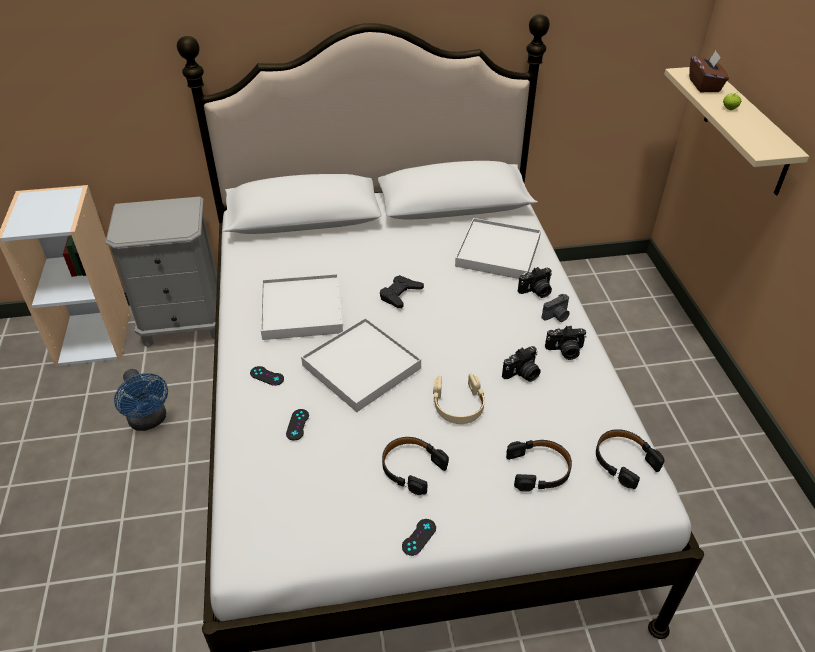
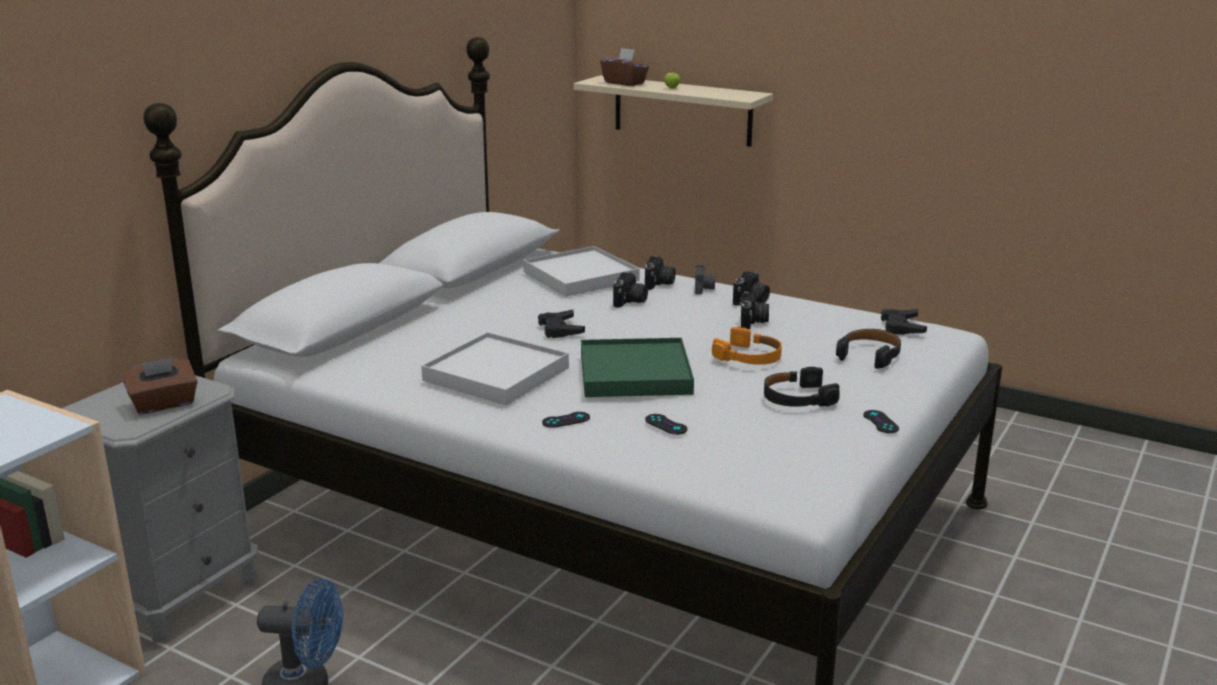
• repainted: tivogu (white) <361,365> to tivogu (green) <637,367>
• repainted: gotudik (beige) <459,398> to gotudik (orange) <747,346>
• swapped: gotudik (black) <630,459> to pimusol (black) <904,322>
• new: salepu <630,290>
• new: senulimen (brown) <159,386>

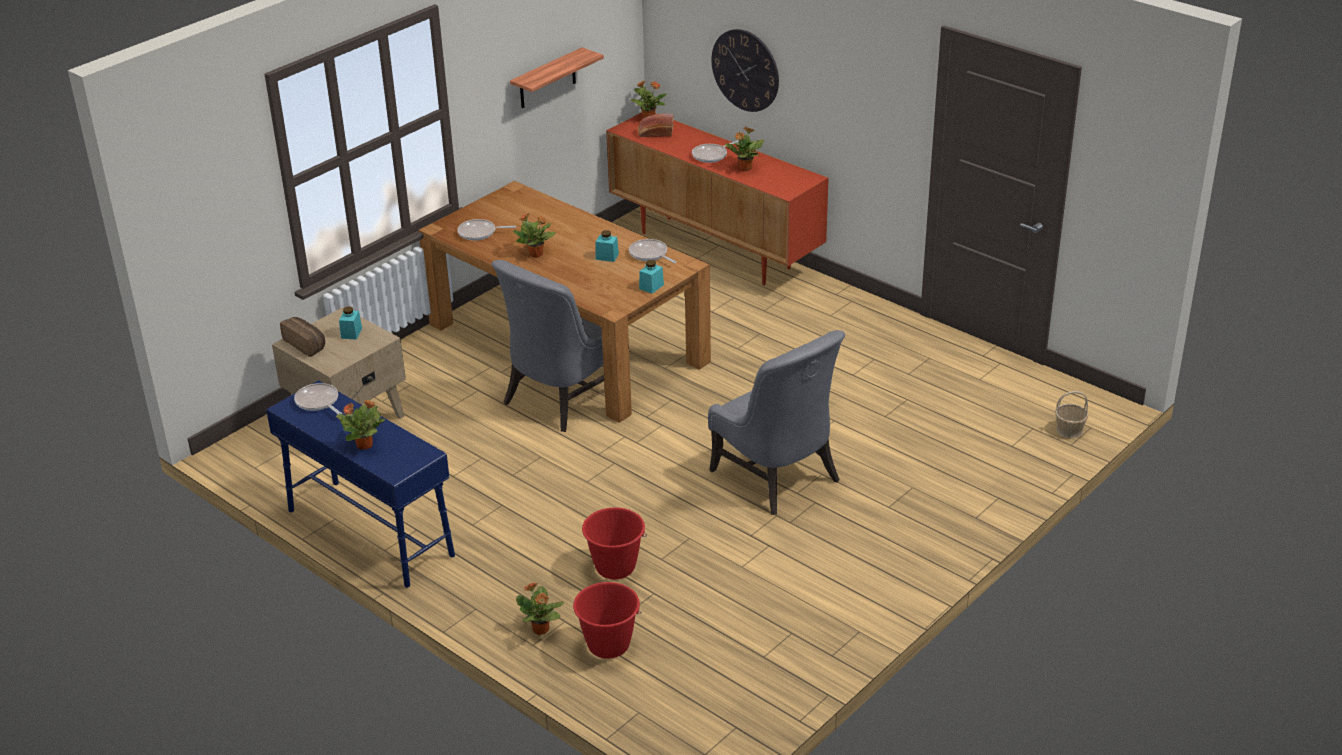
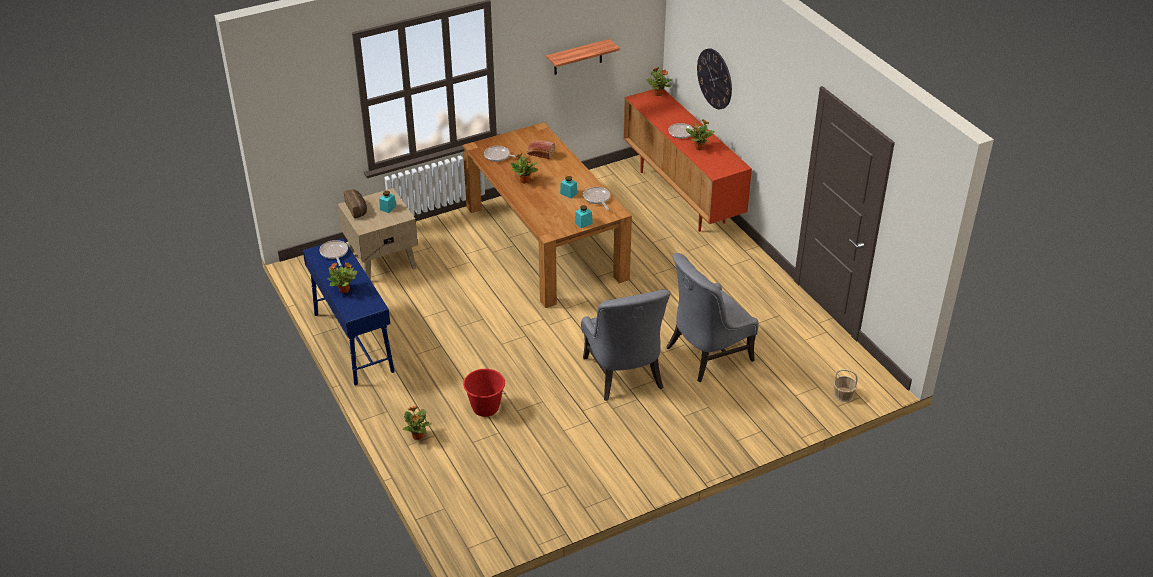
• shifted: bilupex <656,125> to <541,150>
• shifted: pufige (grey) <548,346> to <712,317>
• gone: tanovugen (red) <607,620>

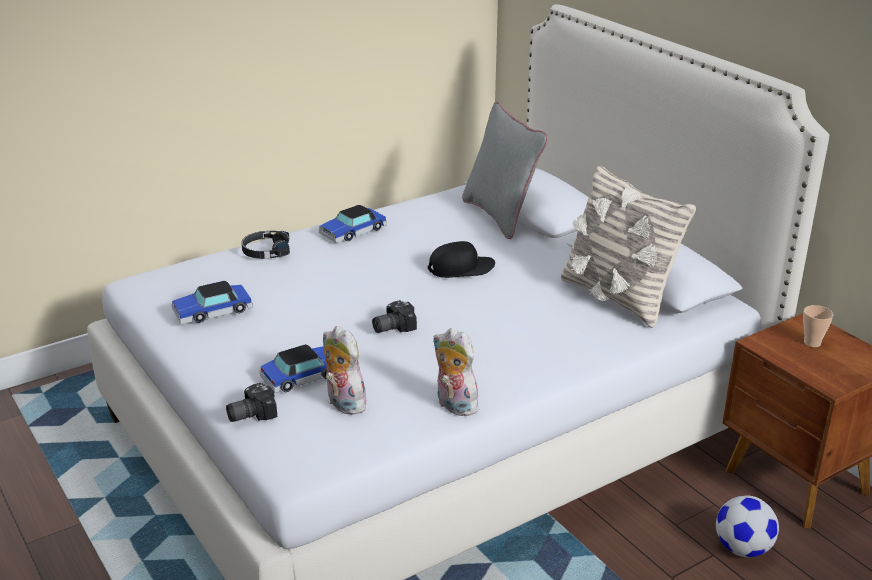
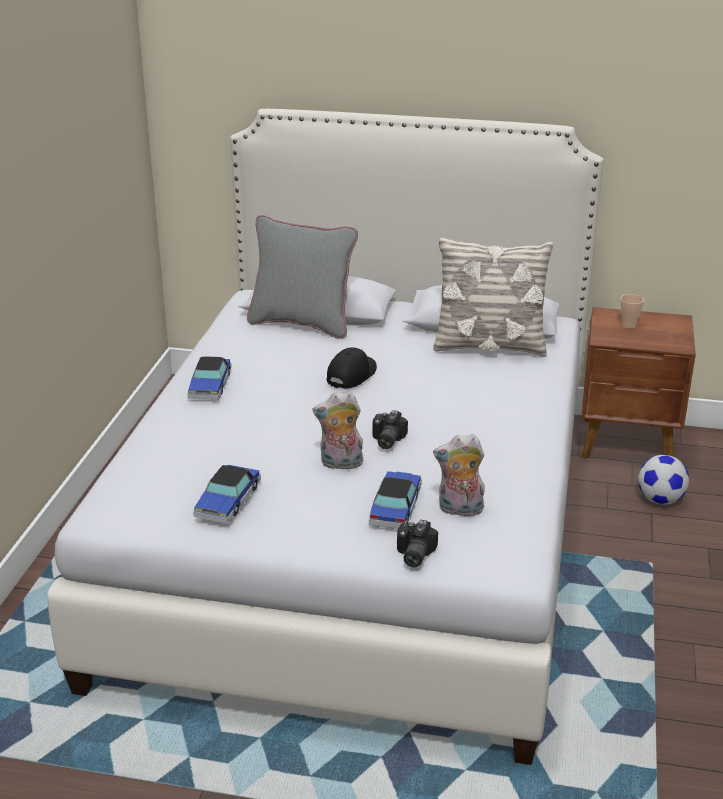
• gone: gotudik (black) <265,245>
• shifted: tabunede <457,372> to <338,430>

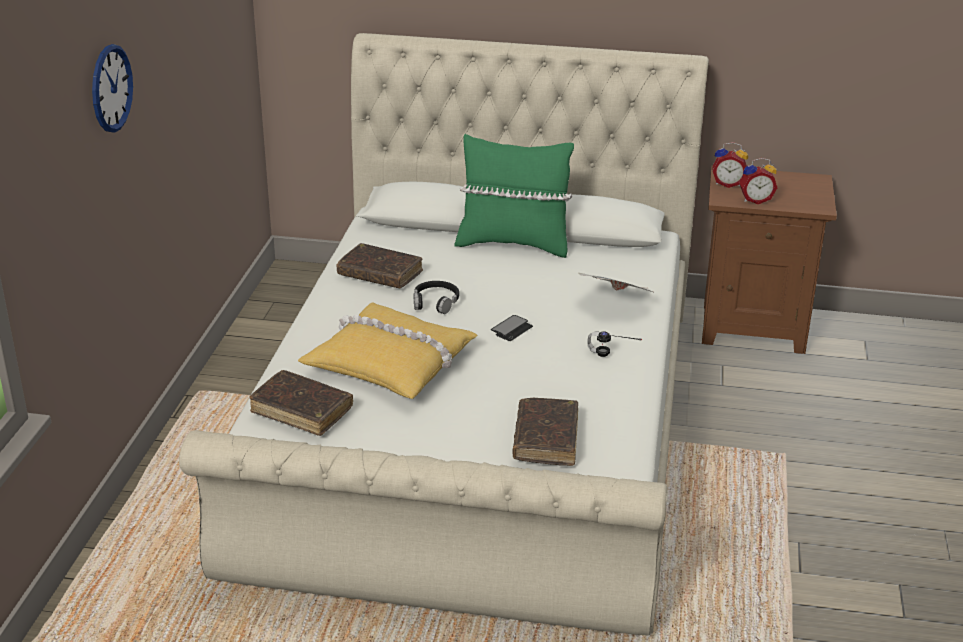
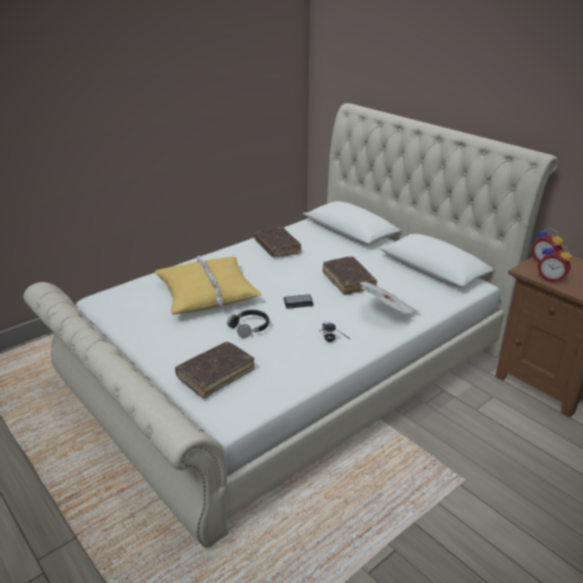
• gone: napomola <112,88>
• gone: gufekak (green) <514,196>
• shifted: gotudik (black) <436,297> to <248,324>
• shifted: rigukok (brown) <301,403> to <350,275>

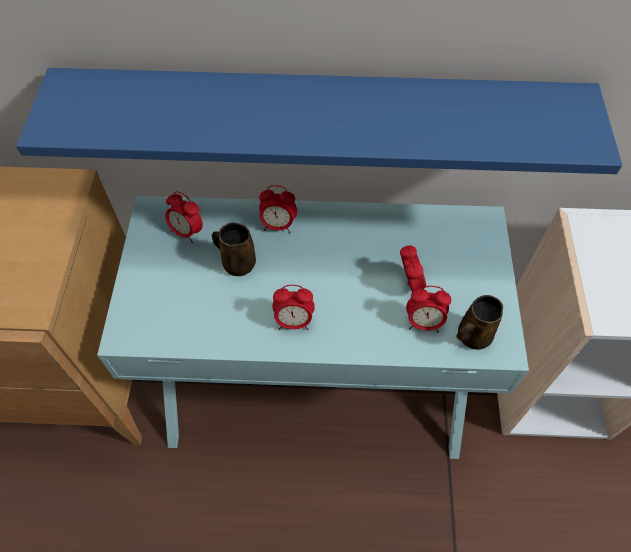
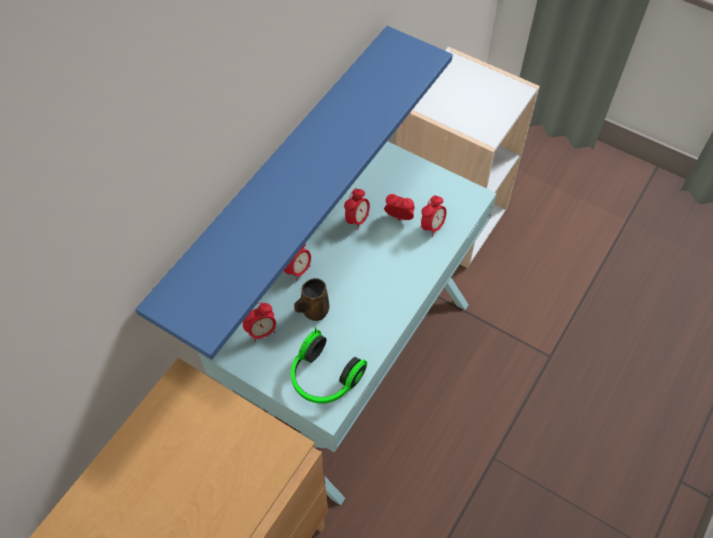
• shifted: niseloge <293,307> to <357,209>
• gone: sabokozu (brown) <479,322>
• new: gotudik <329,365>

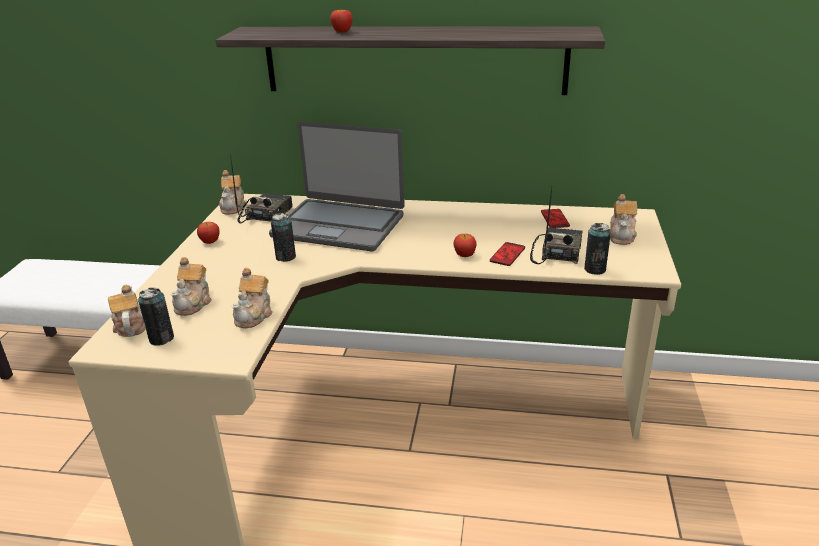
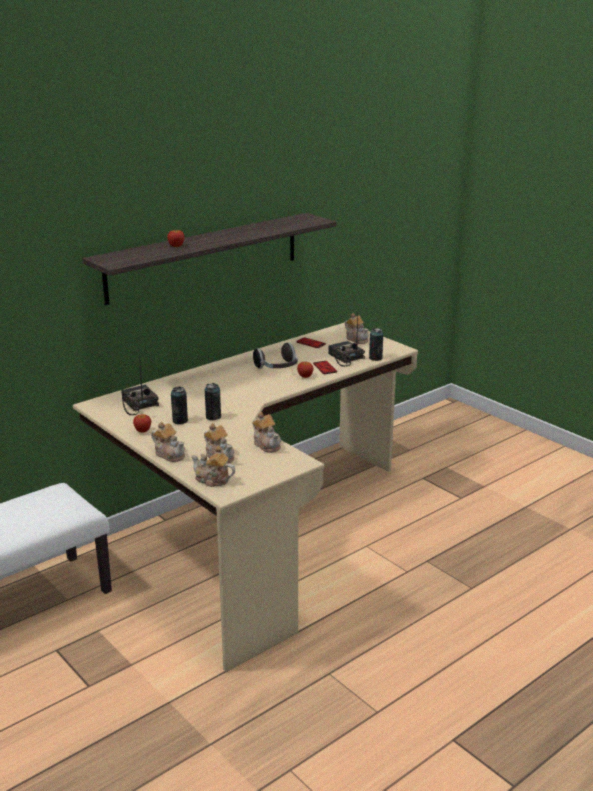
• gone: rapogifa <337,186>
• shifted: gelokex <233,192> to <168,442>
• shifted: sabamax <156,316> to <179,405>
• new: gotudik <275,355>

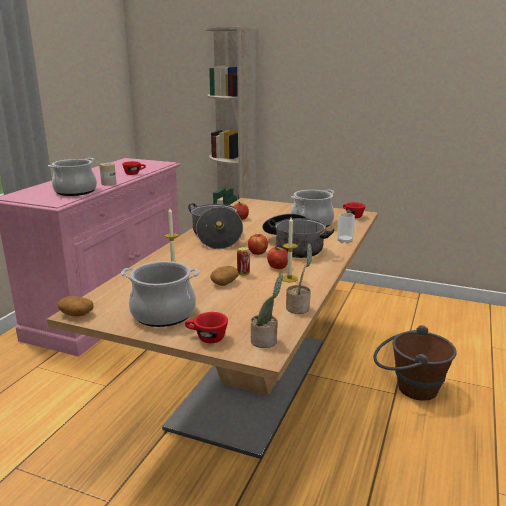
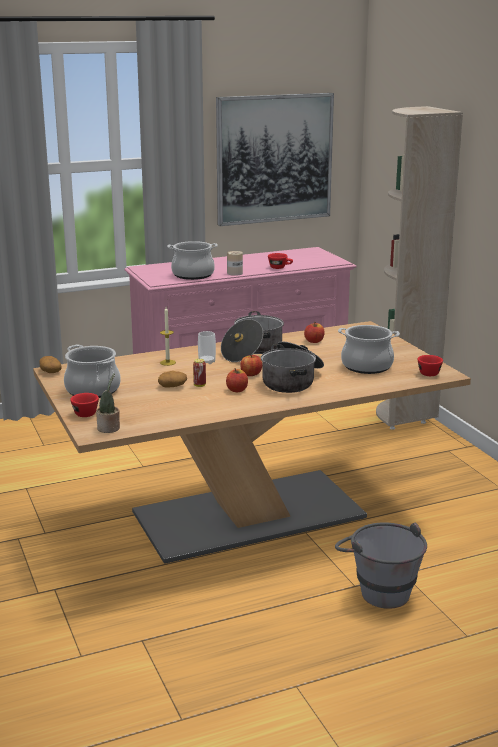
• shifted: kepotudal <346,228> to <207,347>
• gone: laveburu <290,249>
• gone: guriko <299,278>
• repainted: tanovugen (brown) <415,363> to tanovugen (grey) <381,565>
• new: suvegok <275,159>

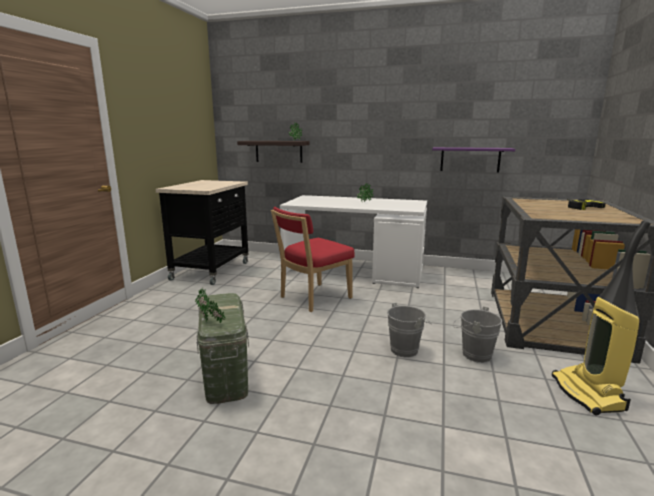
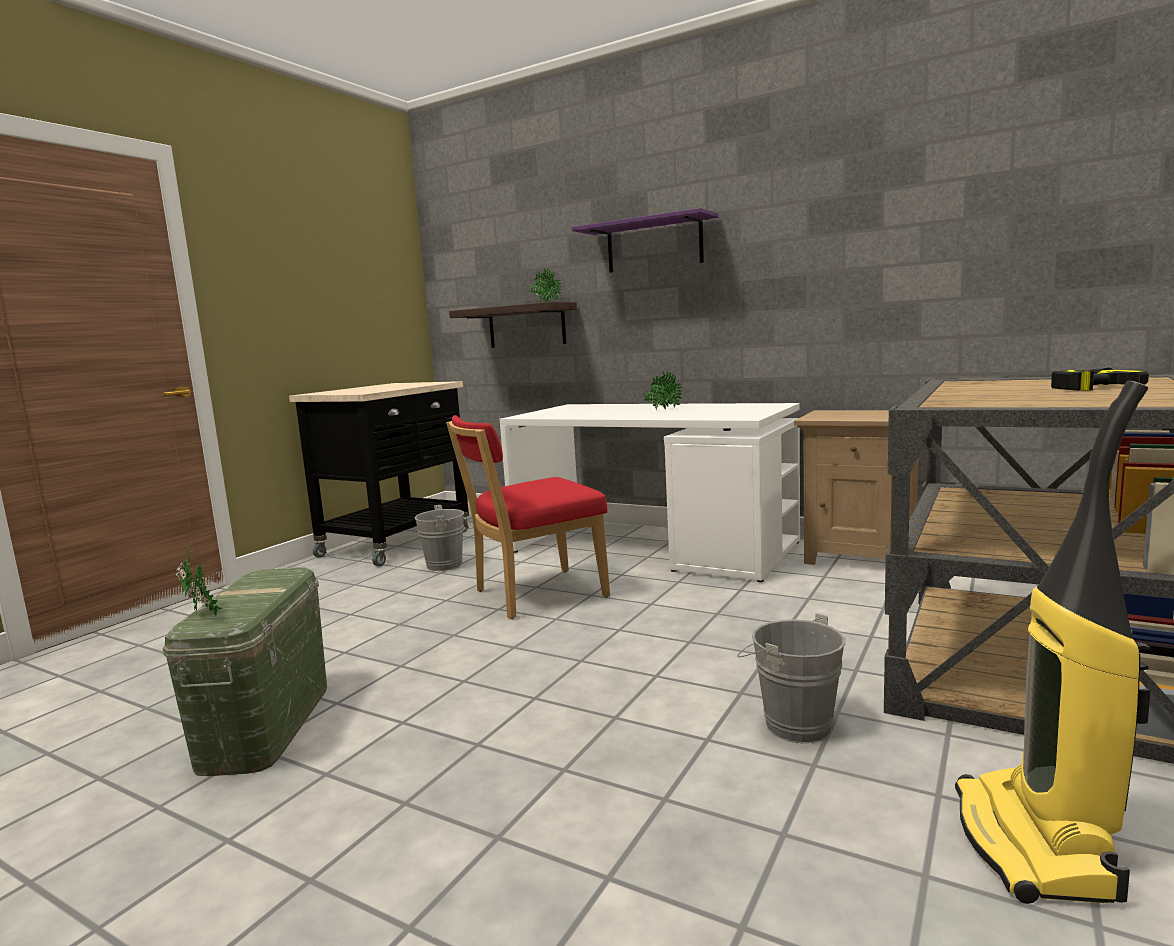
• shifted: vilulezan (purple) <473,159> to <645,240>
• shifted: tanovugen (grey) <409,330> to <444,538>
• new: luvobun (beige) <856,487>

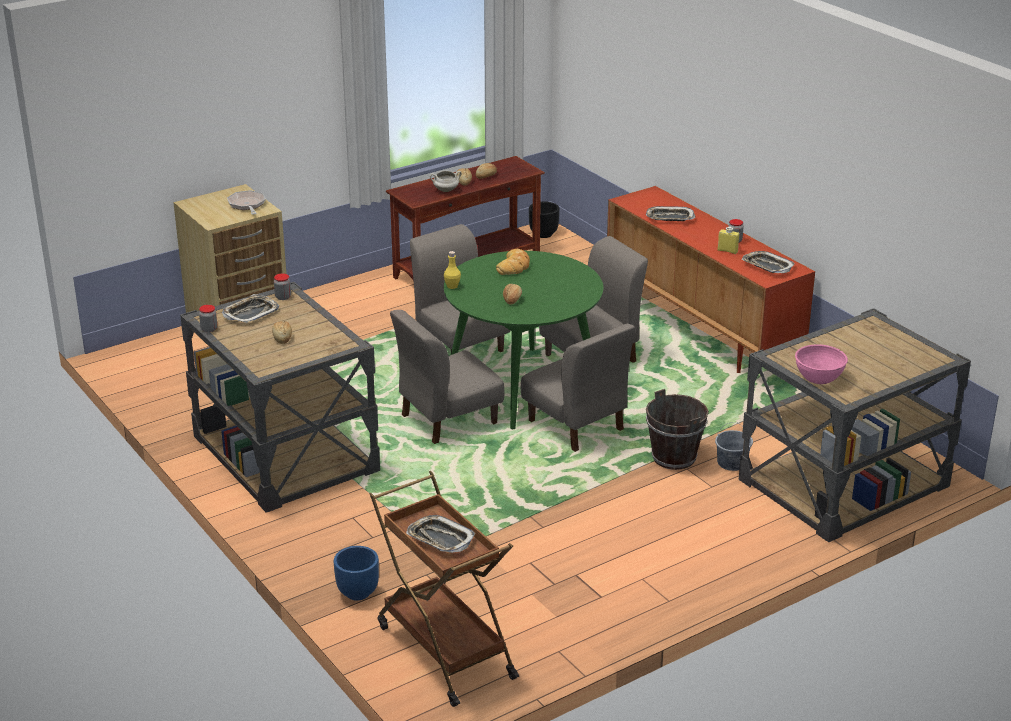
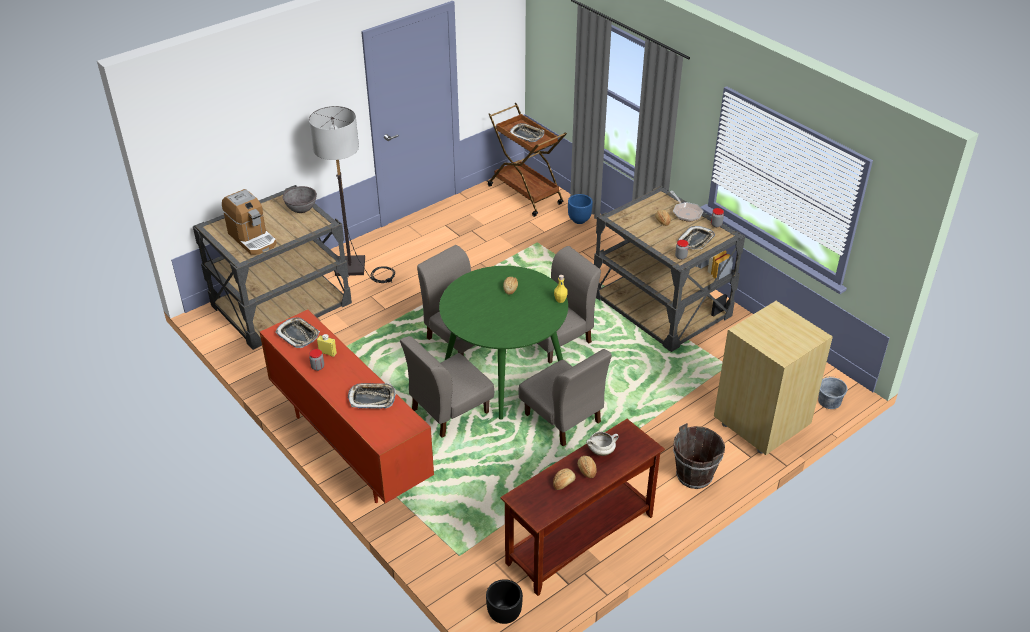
• shifted: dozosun <246,202> to <687,206>
• gone: bilupex <513,262>
• repainted: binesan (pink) <821,364> to binesan (grey) <300,199>
• shifted: tanovugen (brown) <677,429> to <699,456>
• shifted: tanovugen (grey) <734,446> to <832,392>
• new: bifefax <352,194>
• new: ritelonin <249,222>

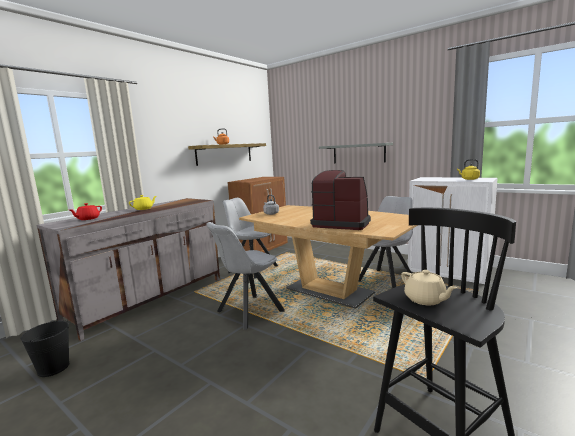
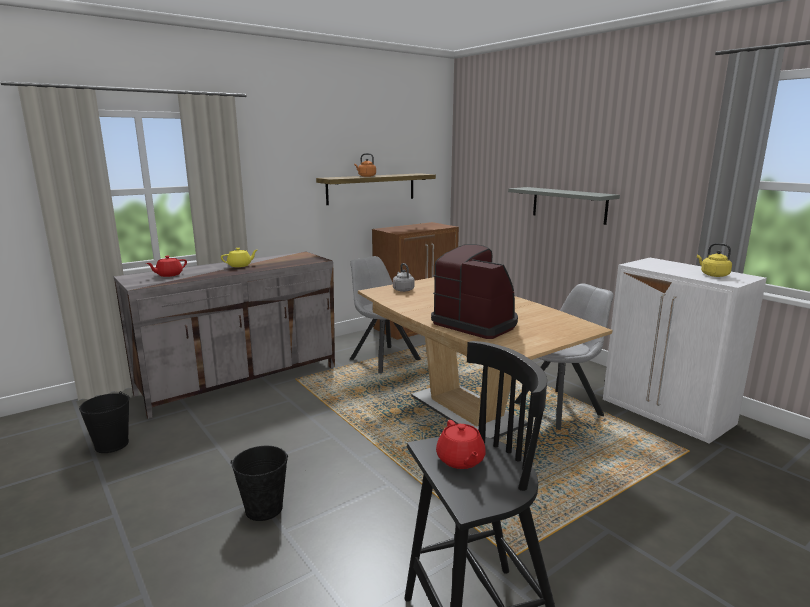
• gone: pufige (grey) <245,275>
• repainted: gelokex (beige) <429,287> to gelokex (red) <461,444>
• new: tanovugen (black) <259,483>

